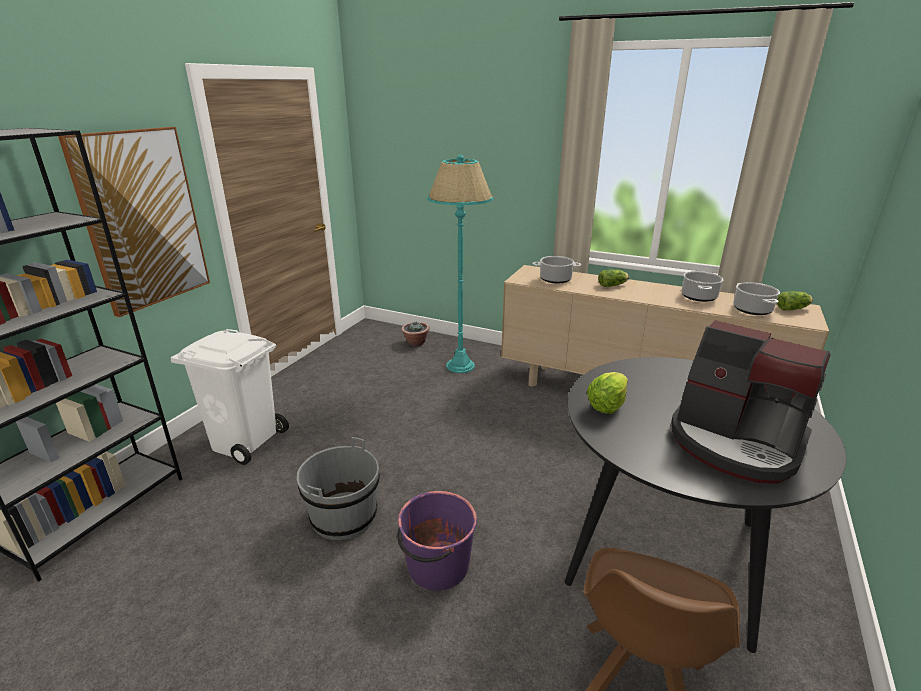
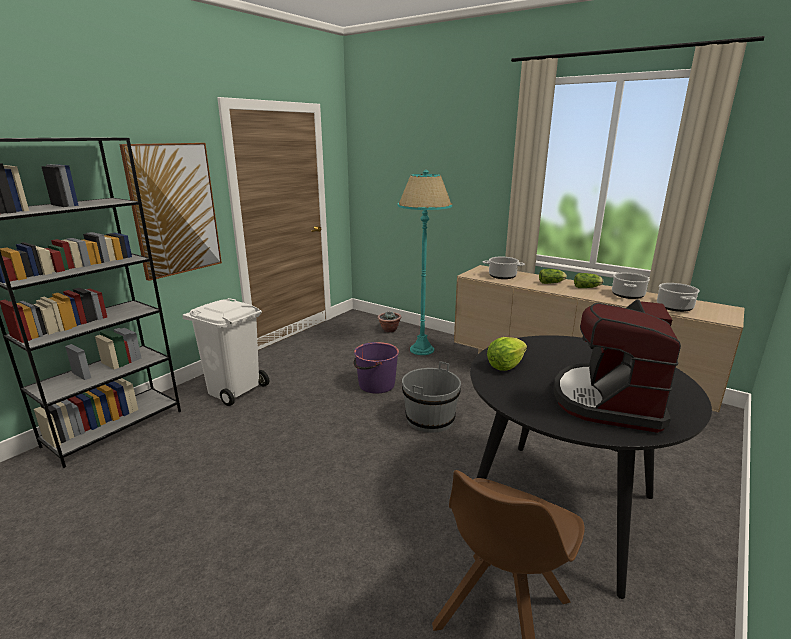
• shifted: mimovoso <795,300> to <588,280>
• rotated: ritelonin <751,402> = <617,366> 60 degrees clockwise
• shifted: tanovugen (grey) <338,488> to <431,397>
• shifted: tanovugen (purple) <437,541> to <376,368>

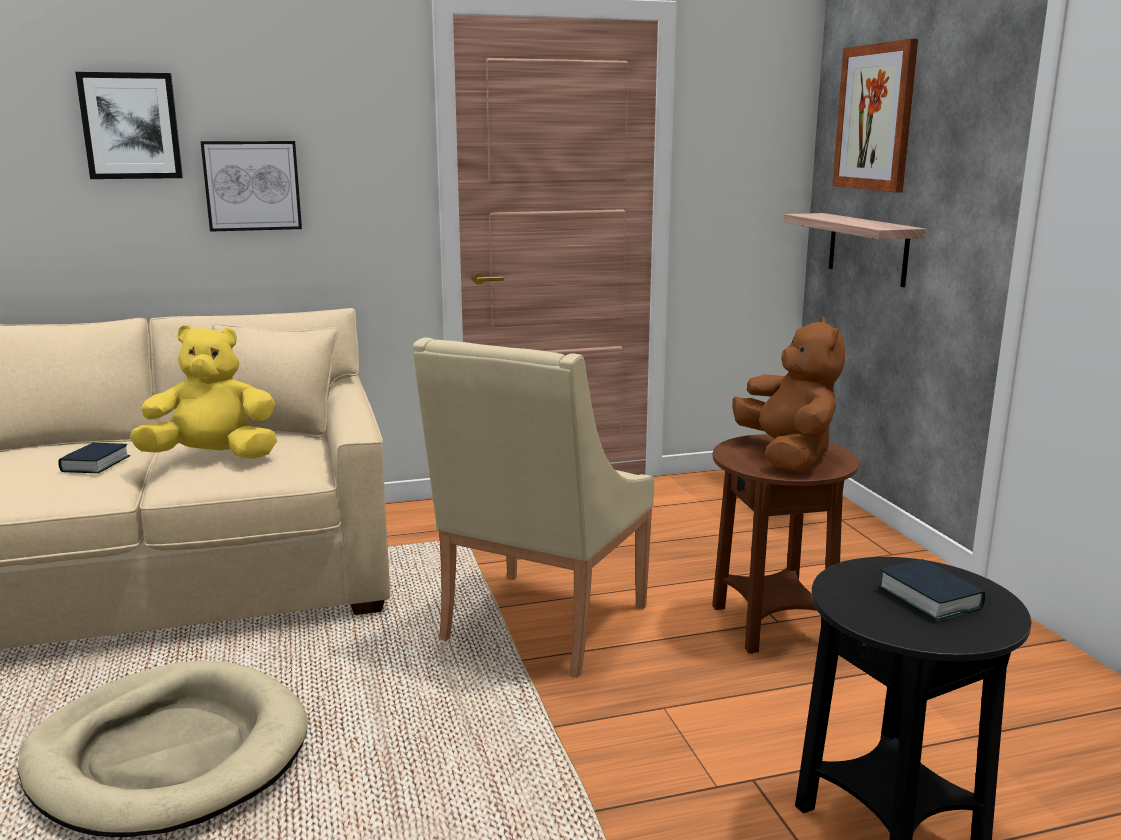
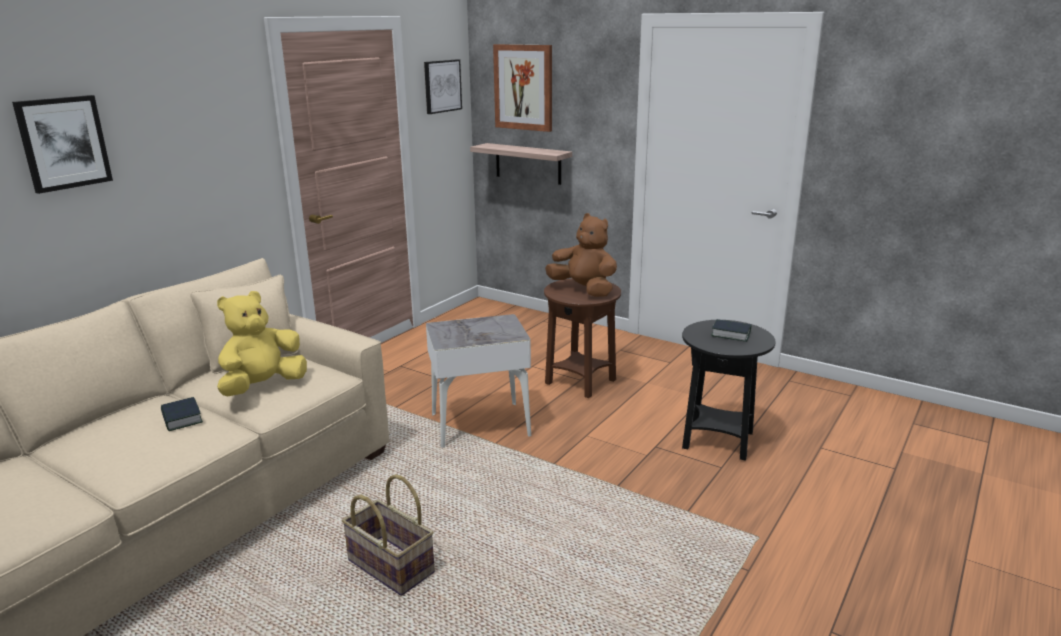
• shifted: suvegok <251,186> to <443,86>
• swapped: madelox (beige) <533,507> to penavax <478,381>
• swapped: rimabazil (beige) <163,749> to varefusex <388,535>

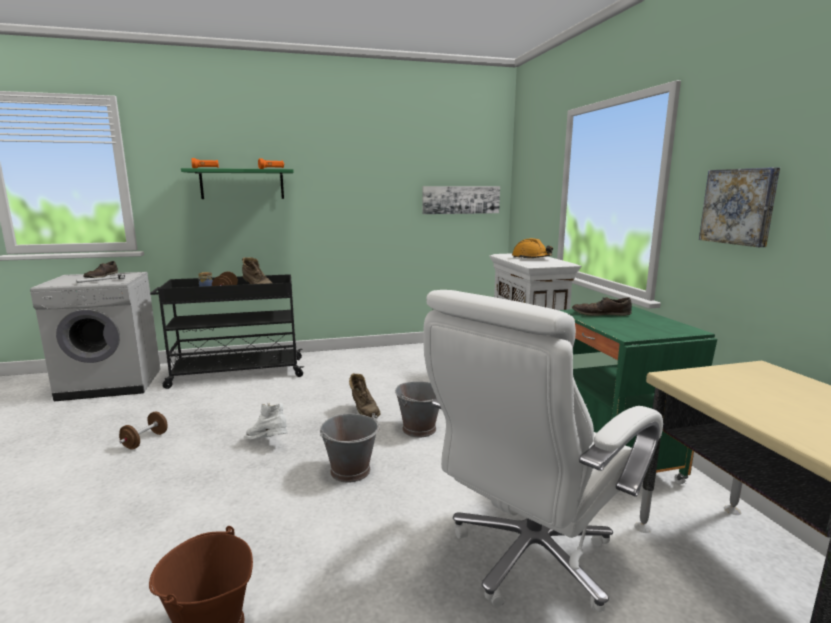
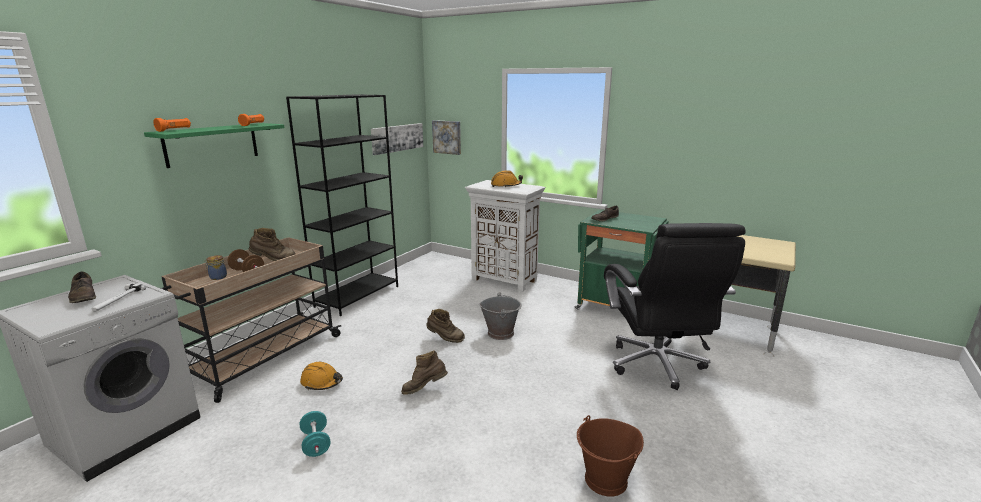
• shifted: suvegok <739,207> to <446,137>
• repainted: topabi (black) <227,331> to topabi (beige) <251,320>
• repainted: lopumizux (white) <543,451> to lopumizux (black) <674,306>
• repainted: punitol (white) <266,421> to punitol (brown) <424,373>
• repainted: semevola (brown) <143,430> to semevola (turquoise) <315,434>
• gone: tanovugen (grey) <350,448>
• new: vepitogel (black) <342,205>
• new: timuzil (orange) <321,376>

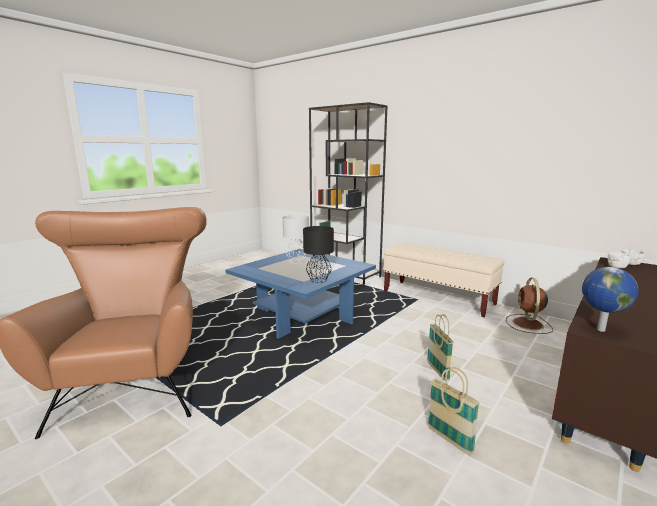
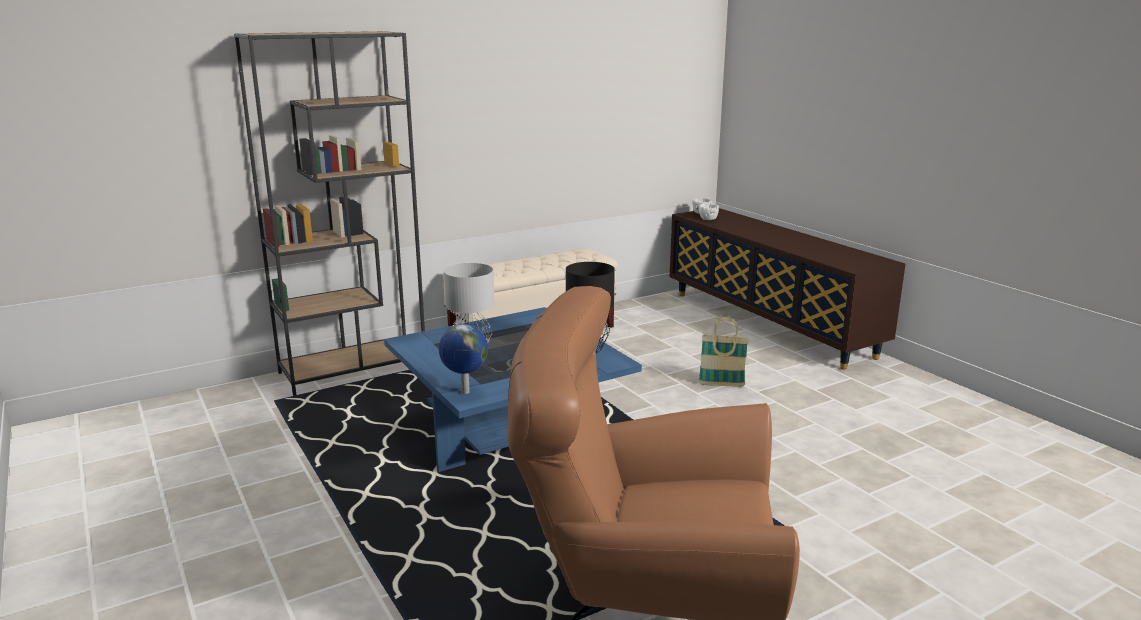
• shifted: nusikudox <610,299> to <463,359>
• gone: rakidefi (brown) <529,306>
• gone: varefusex <453,411>

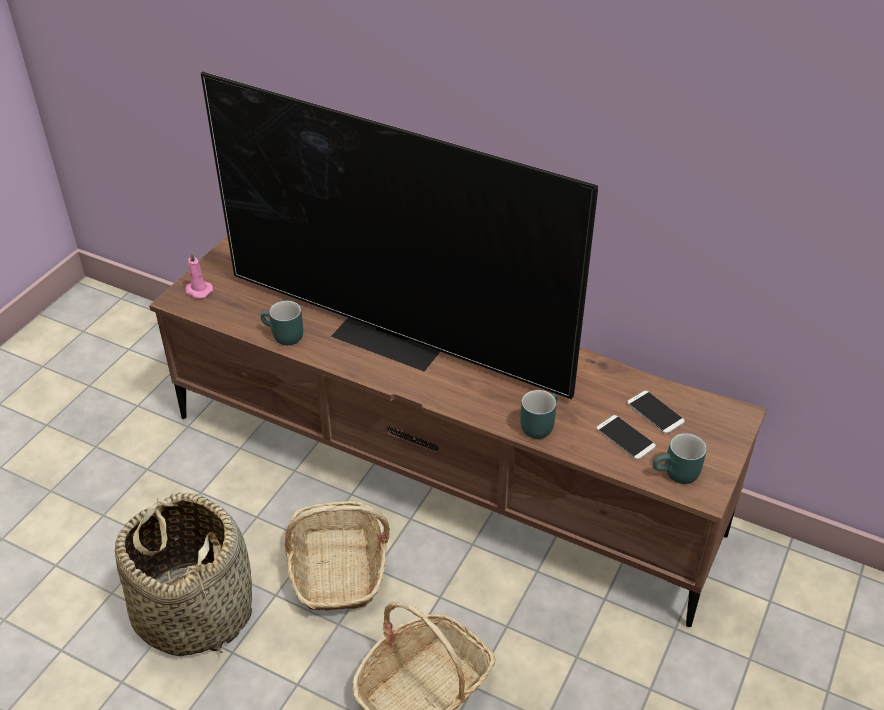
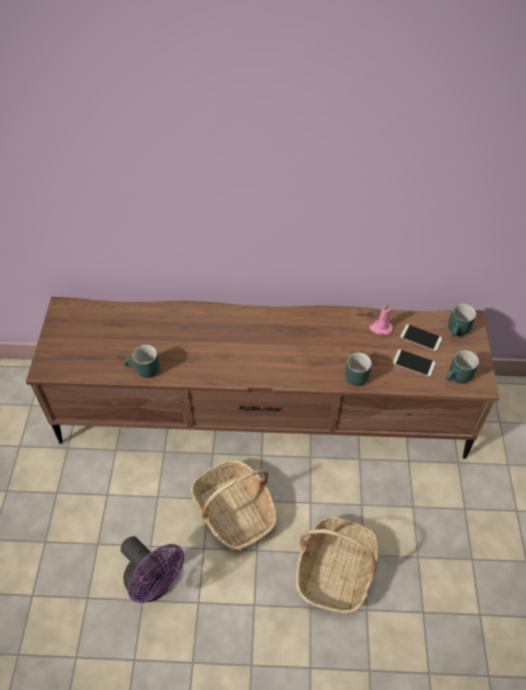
• gone: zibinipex <399,235>
• shifted: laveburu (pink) <199,275> to <381,319>
• swapped: varefusex <183,574> to rakidefi (purple) <152,569>
• new: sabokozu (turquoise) <462,320>

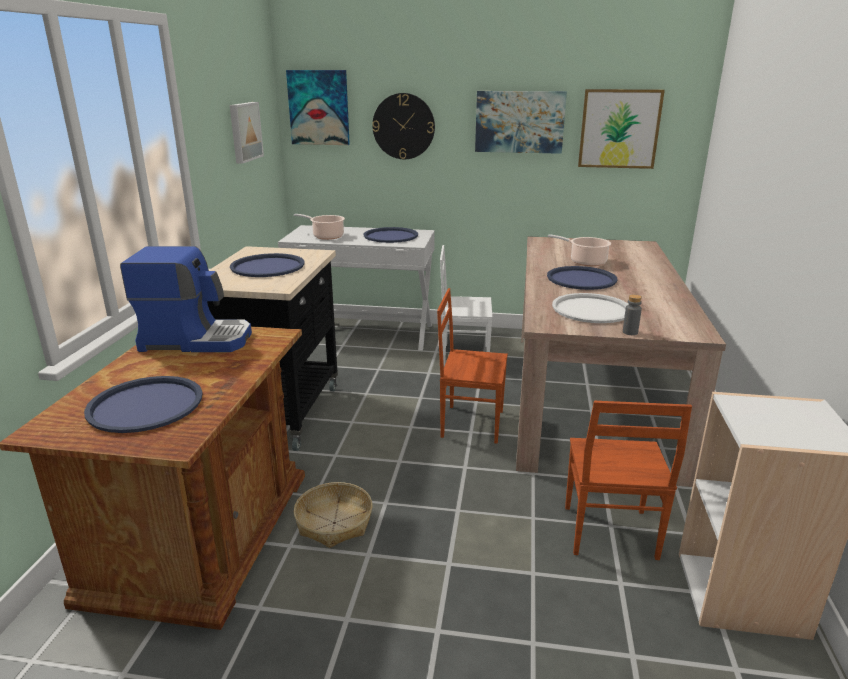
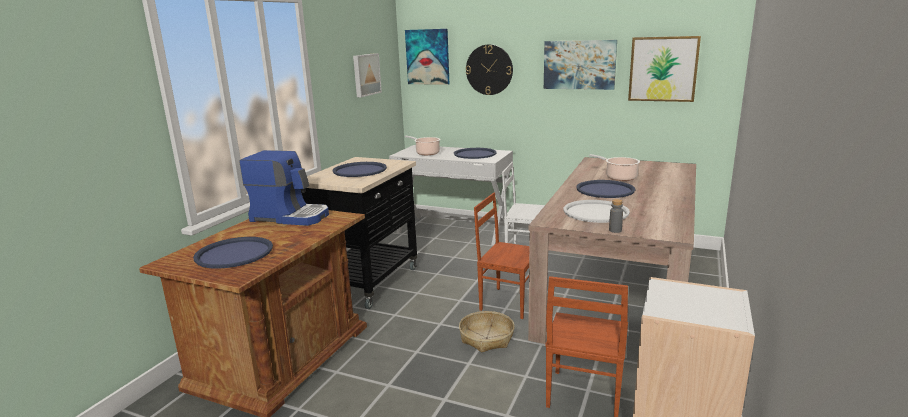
• shifted: varefusex <333,515> to <487,331>

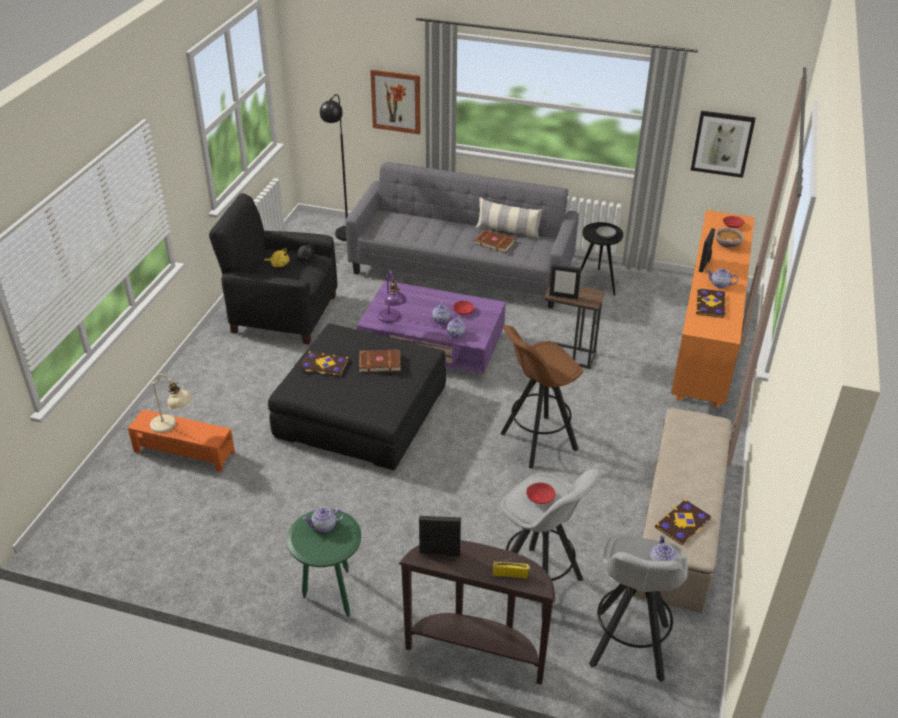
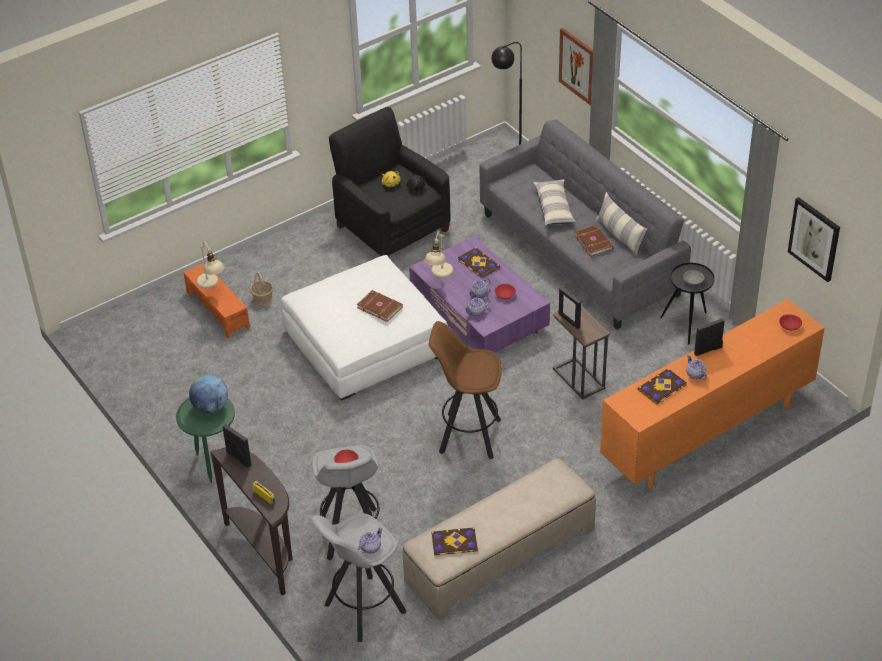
• gone: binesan <730,238>
• repainted: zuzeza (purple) <392,296> to zuzeza (beige) <438,254>
• repainted: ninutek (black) <357,397> to ninutek (white) <364,328>
• shifted: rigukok <324,363> to <479,262>
• swapped: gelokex <323,520> to nusikudox <208,394>
• new: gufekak <554,203>
• new: varefusex <261,289>

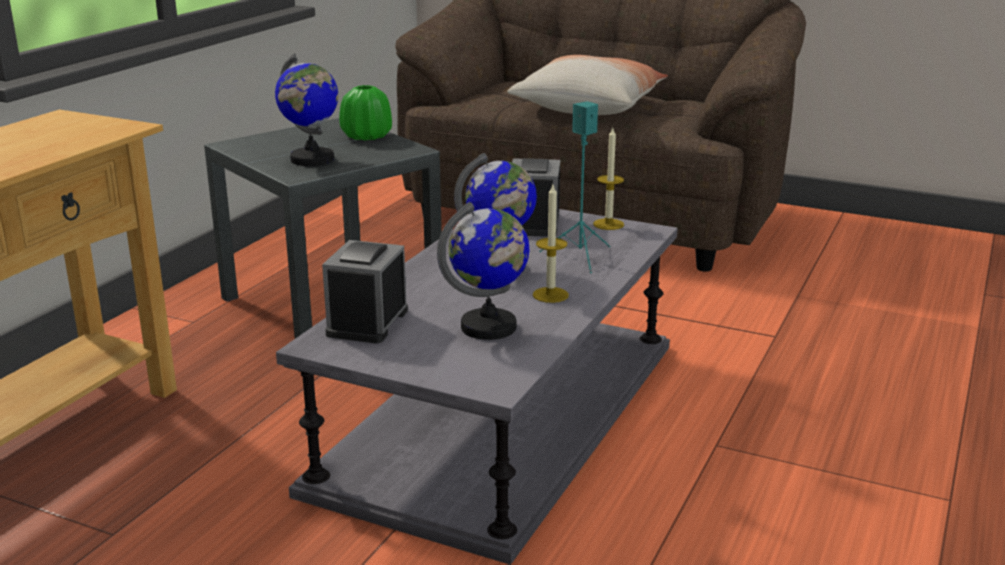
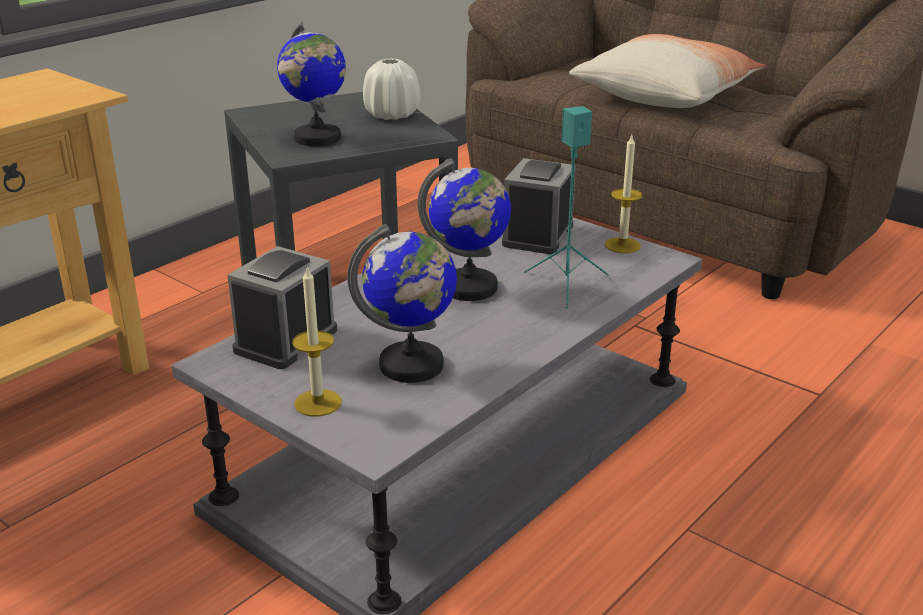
• repainted: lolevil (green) <365,113> to lolevil (white) <391,89>
• shifted: laveburu <551,244> to <317,341>

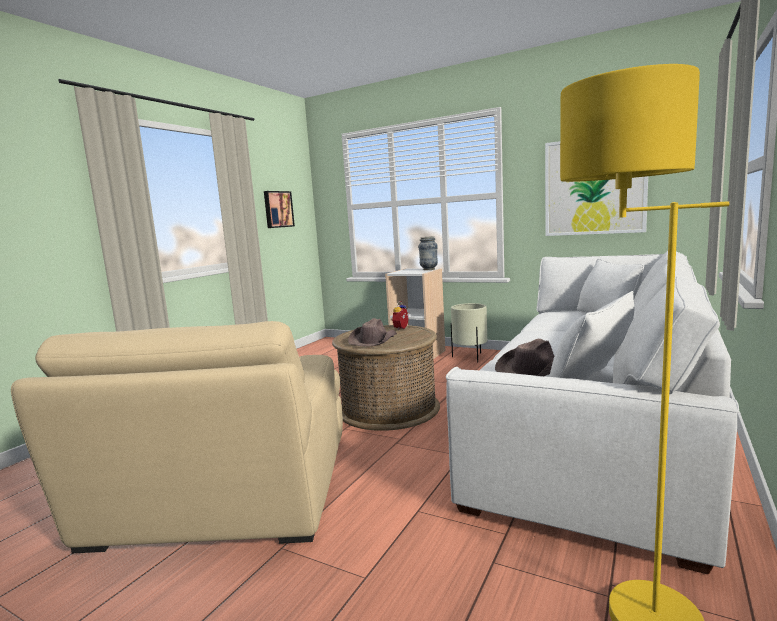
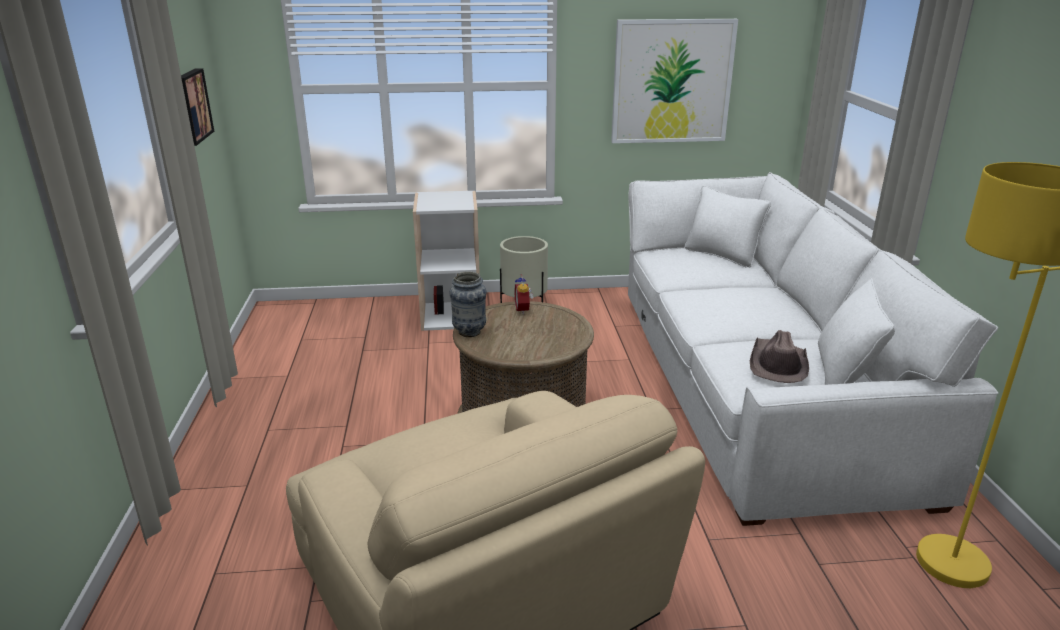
• shifted: lolevil <428,253> to <468,304>
• gone: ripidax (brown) <372,332>

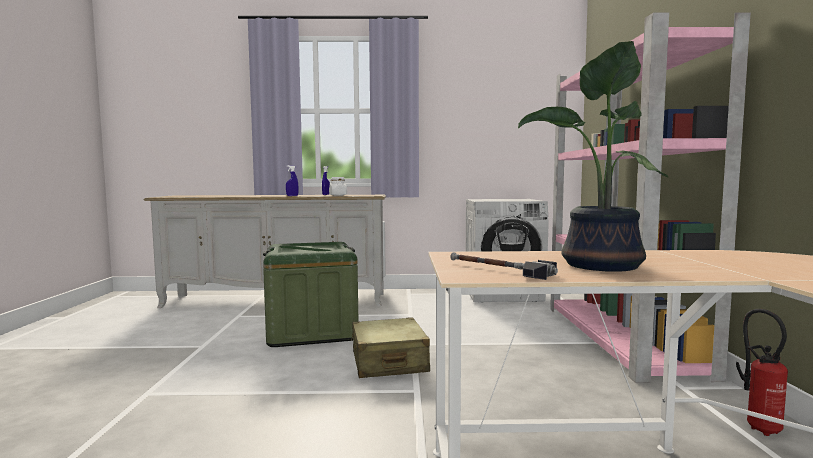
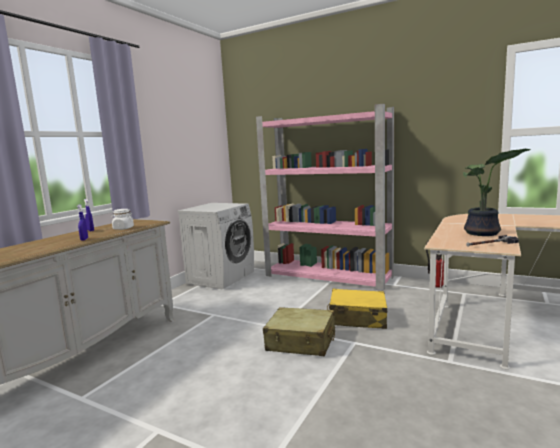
• gone: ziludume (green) <310,294>
• new: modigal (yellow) <357,309>

